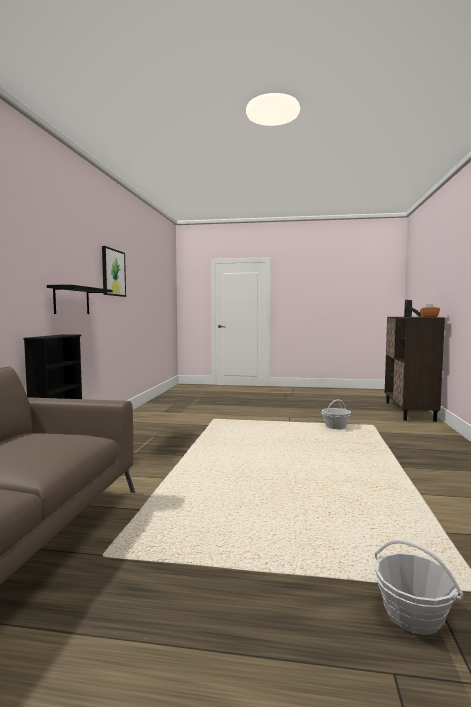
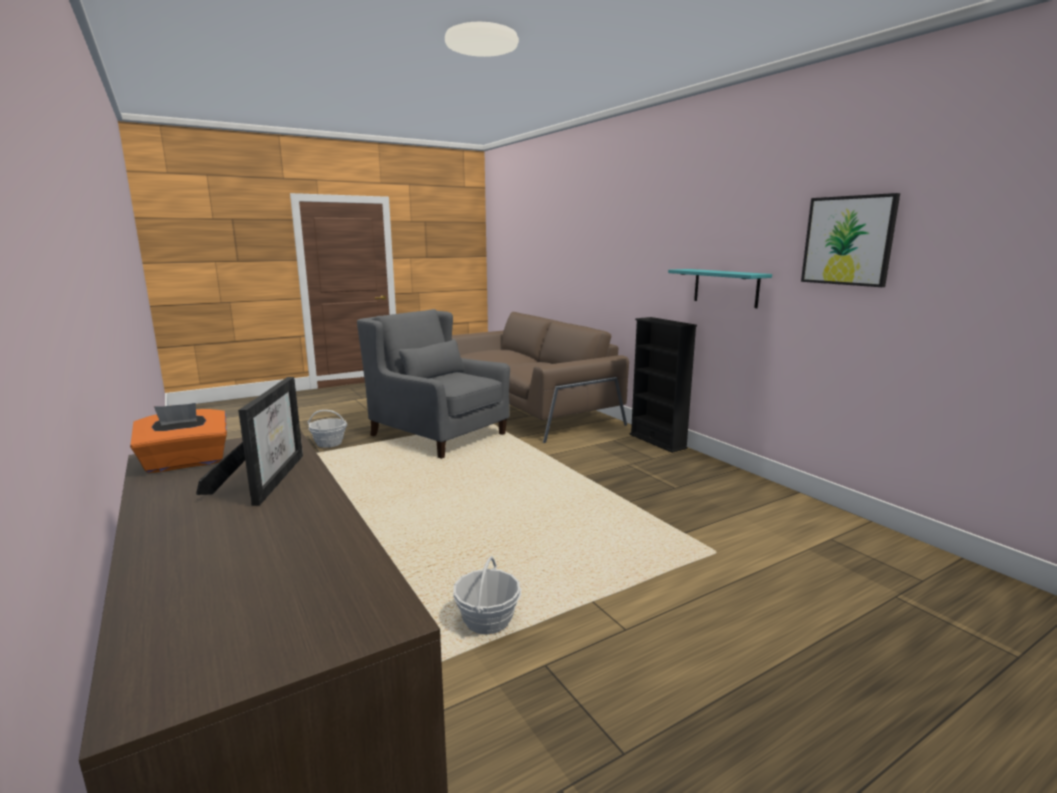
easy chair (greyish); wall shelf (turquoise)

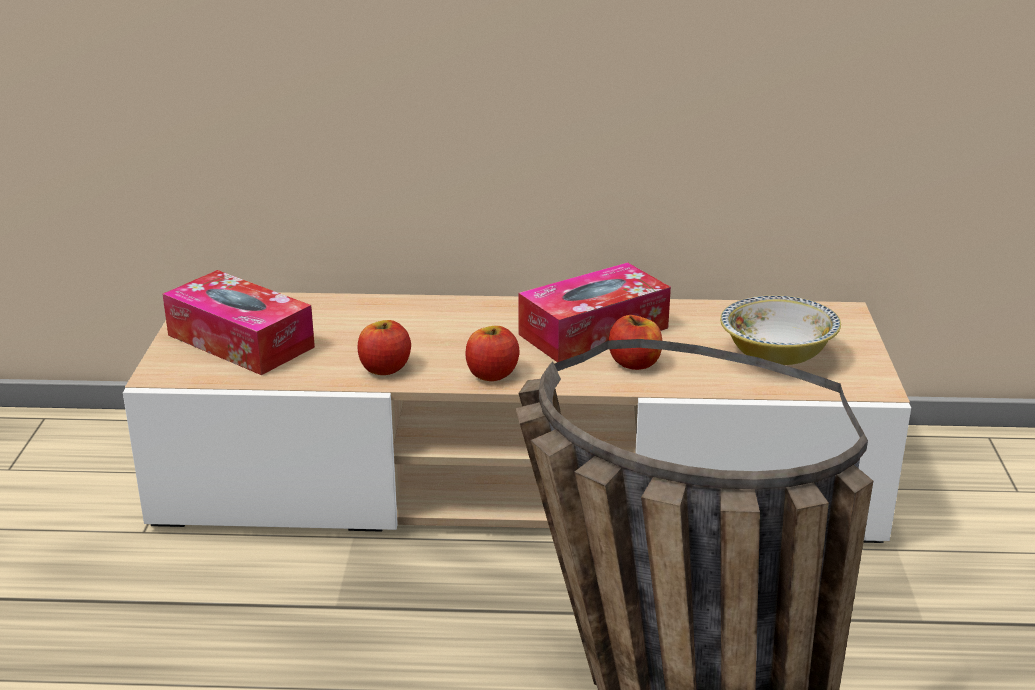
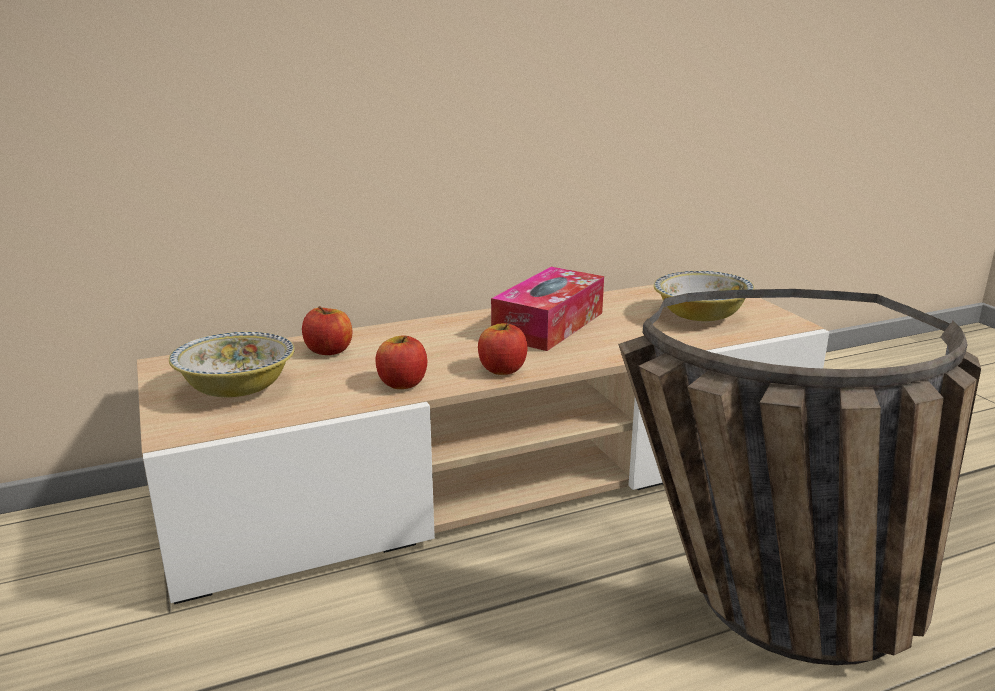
apple fruit (no. 1 from left); bowl (no. 1 from left)

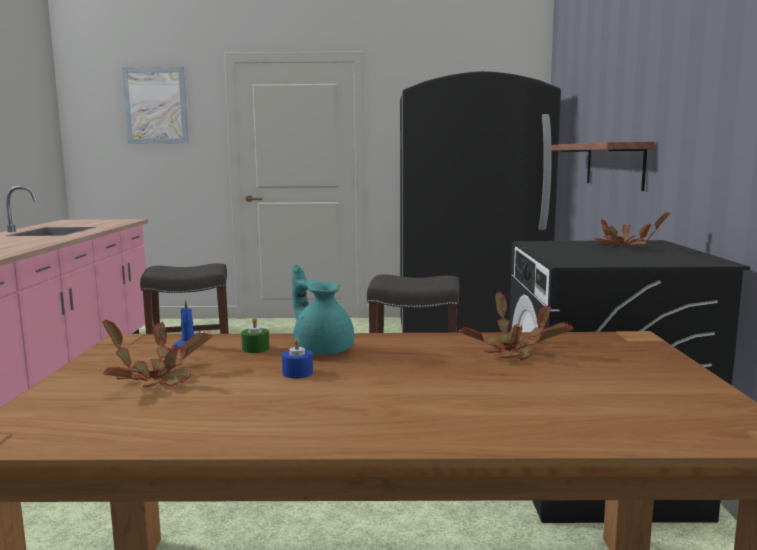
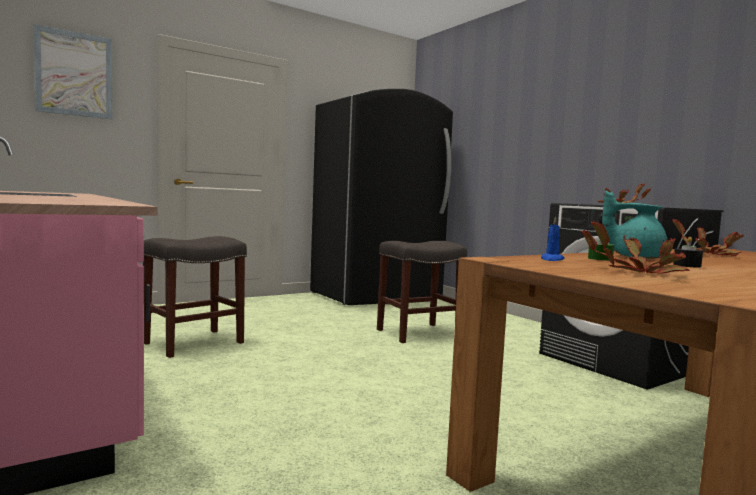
wall shelf; wax candle (blackish)

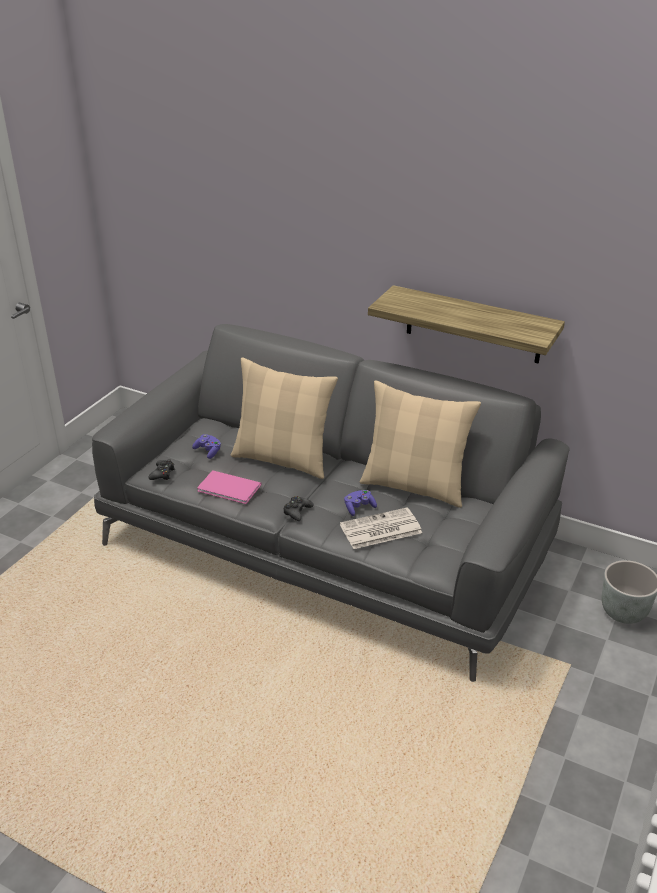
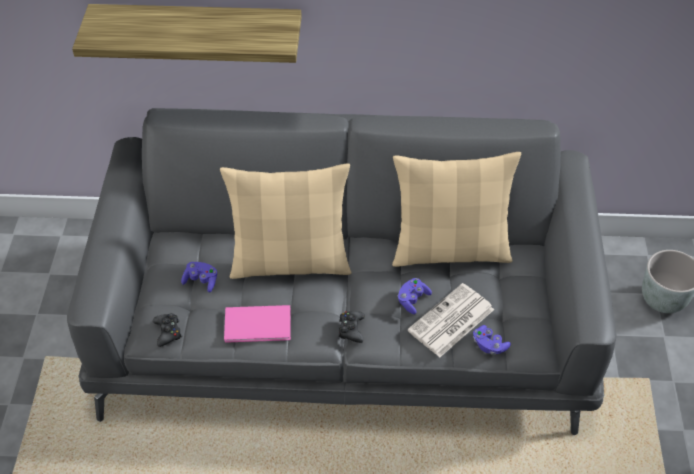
gamepad (purple) (no. 3 from left); wall shelf

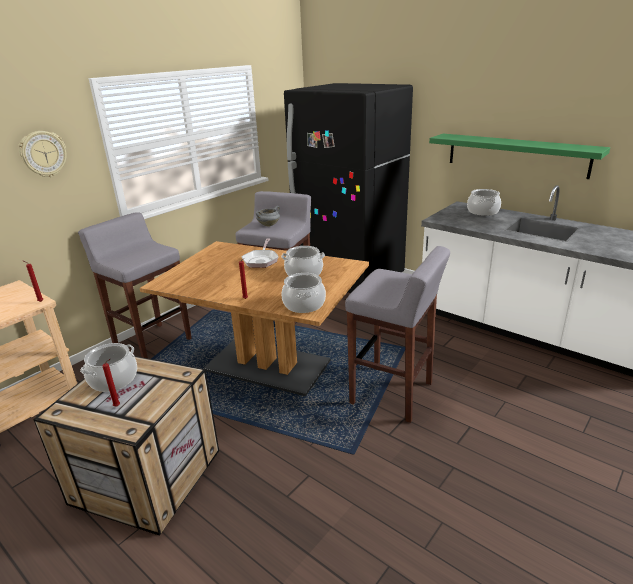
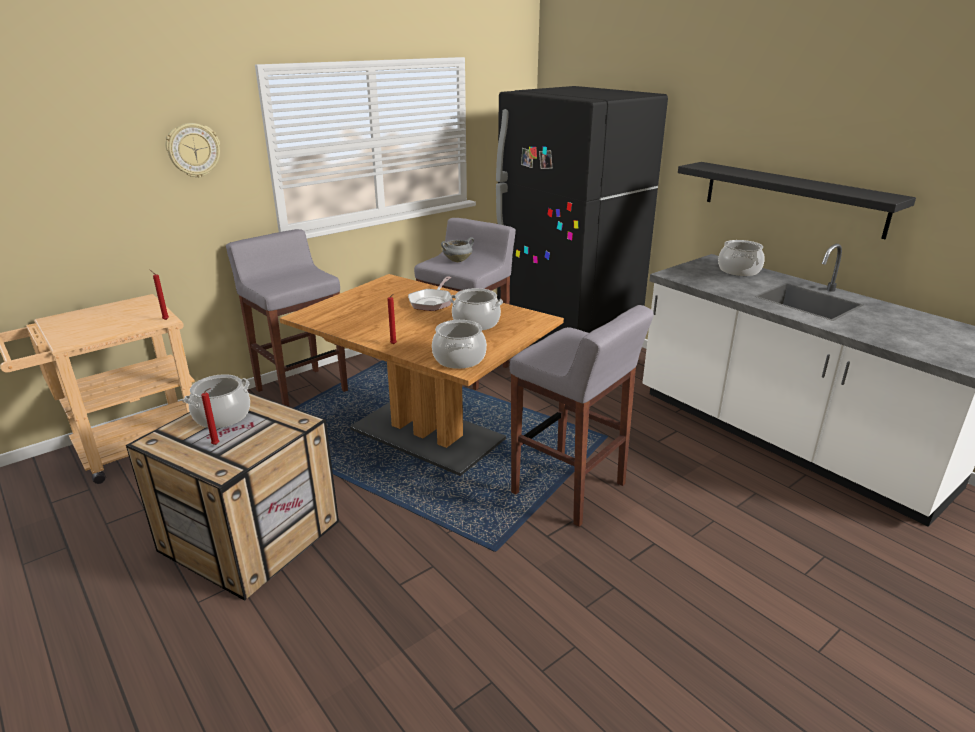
wall shelf (blackish)

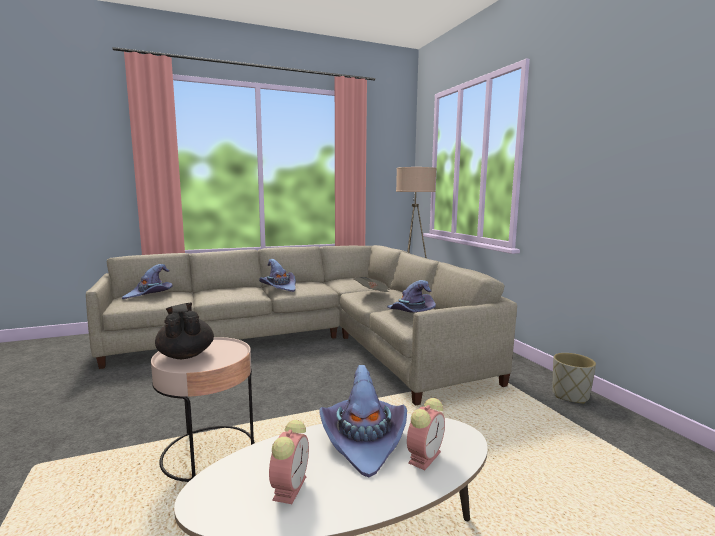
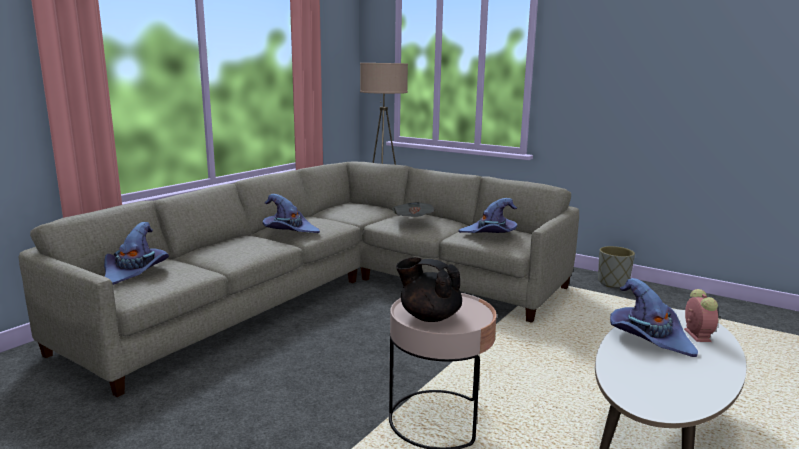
table clock (no. 1 from left in the first image)

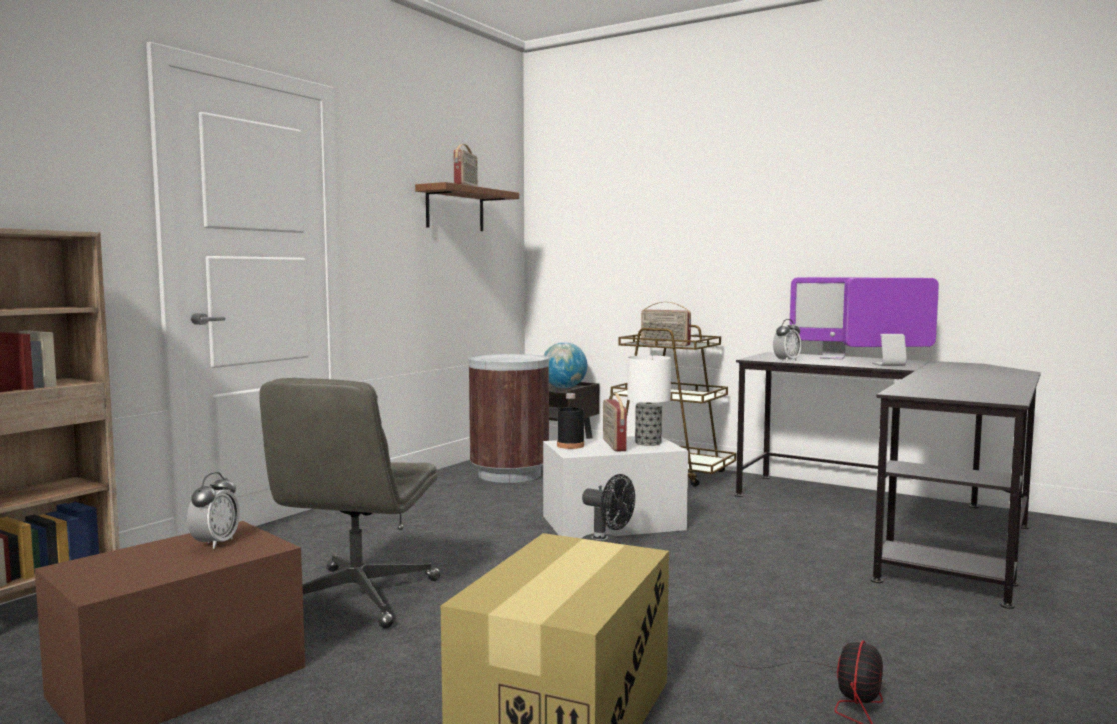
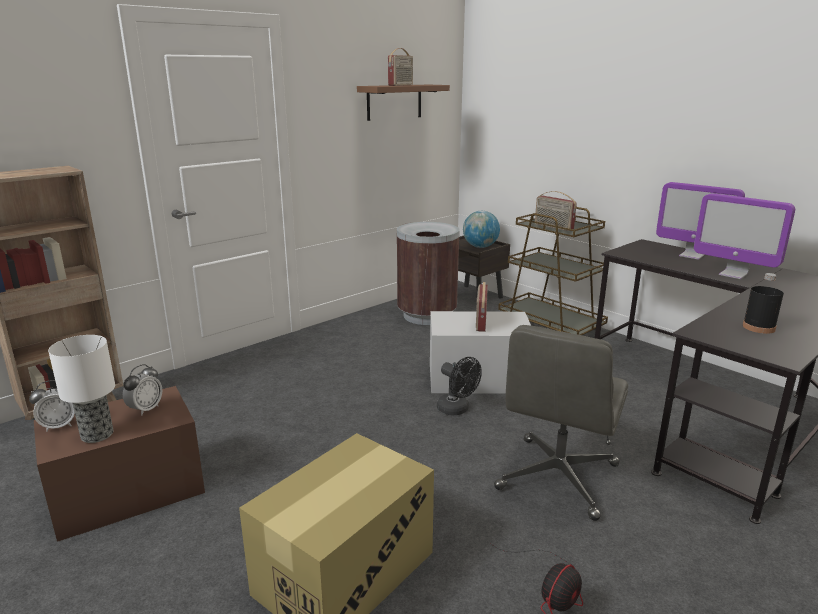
computer chair (greyish); bottle (blackish); tabletop lamp; table clock (no. 1 from left); monitor (no. 2 from left)

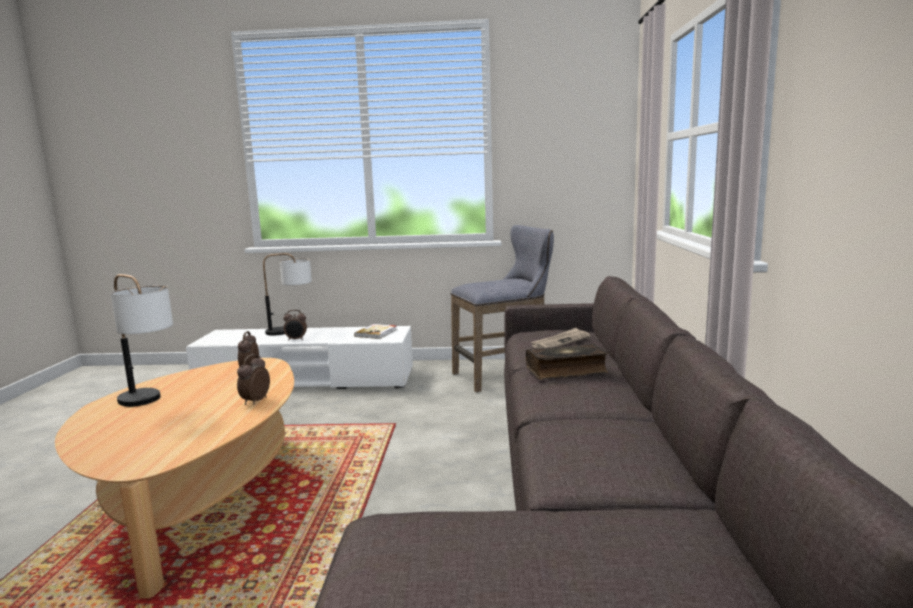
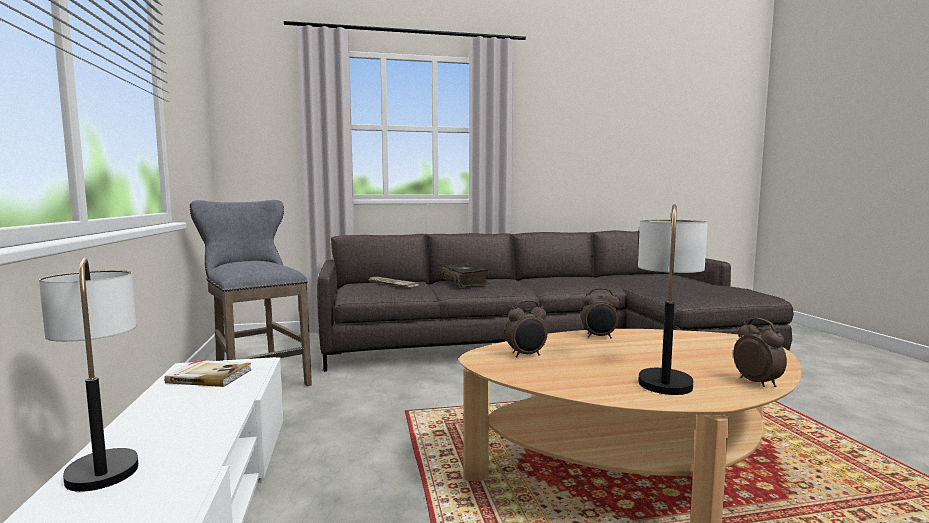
table clock (no. 3 from left)

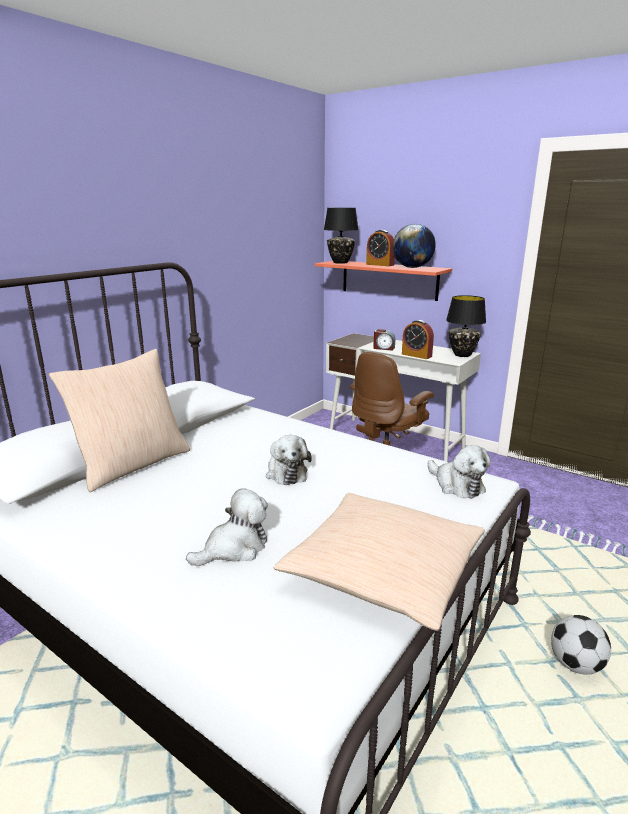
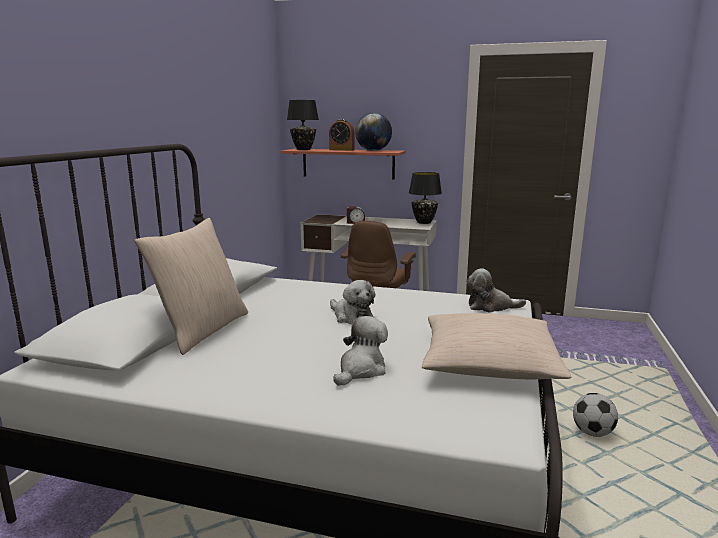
table clock (no. 3 from left in the first image); soft toy (no. 3 from left)

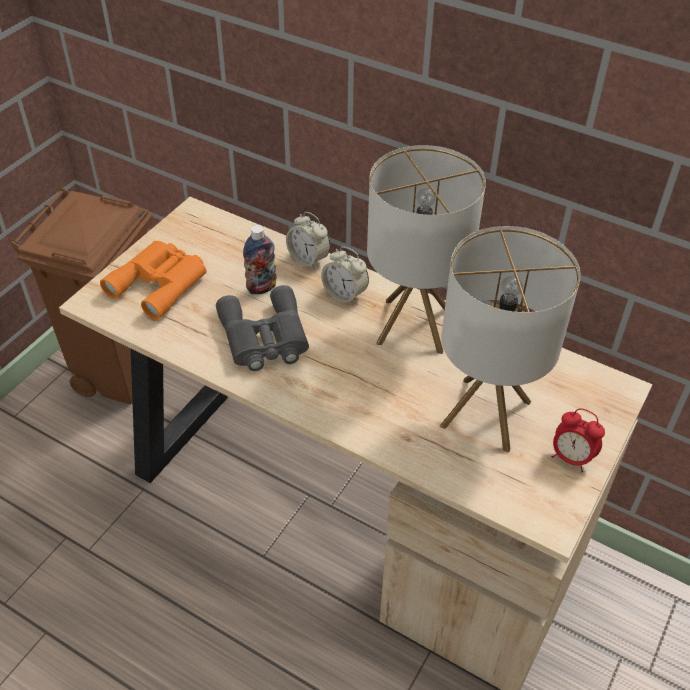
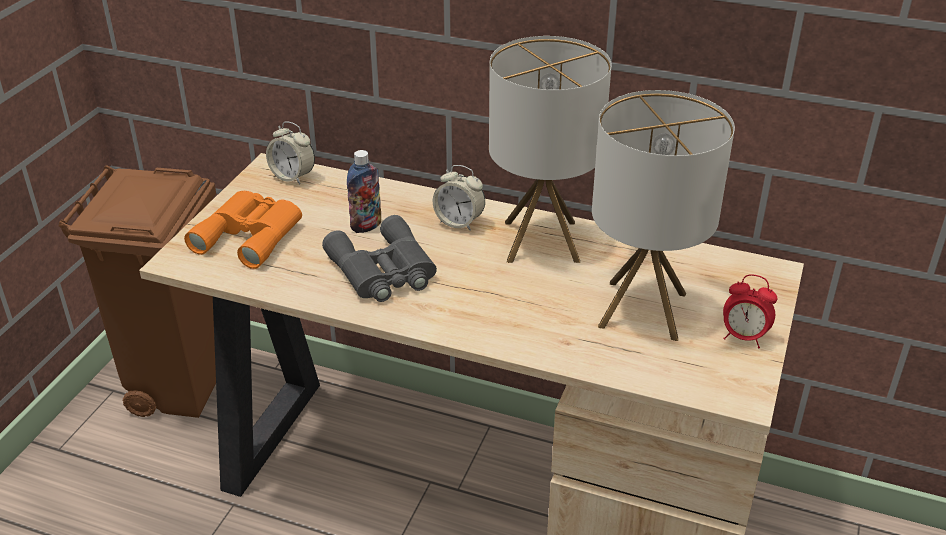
table clock (no. 1 from left)

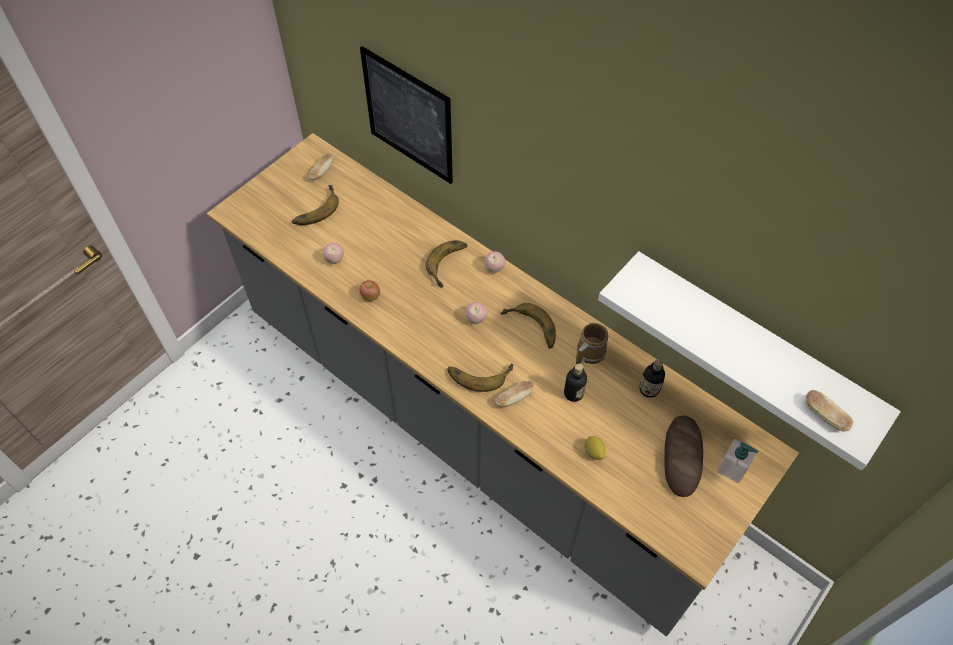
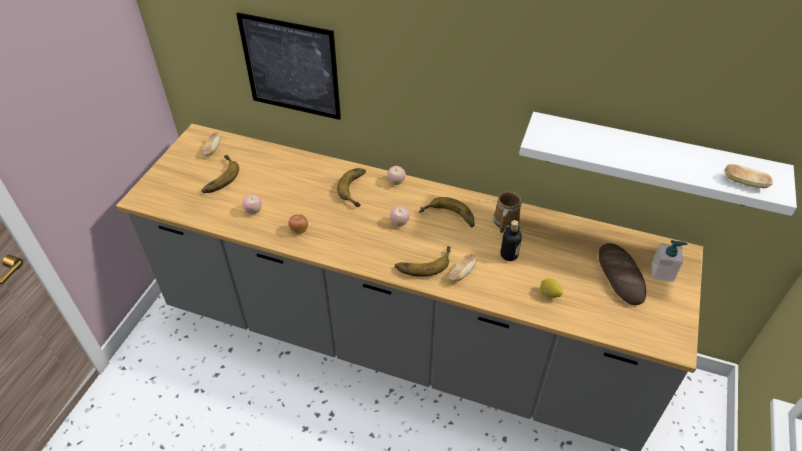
bottle (no. 2 from left in the first image)

